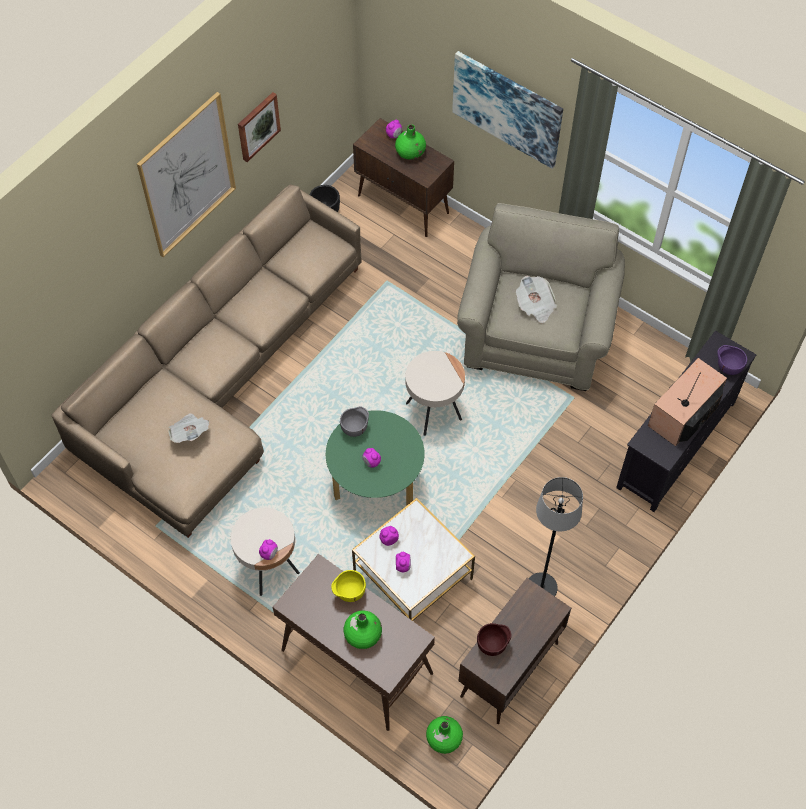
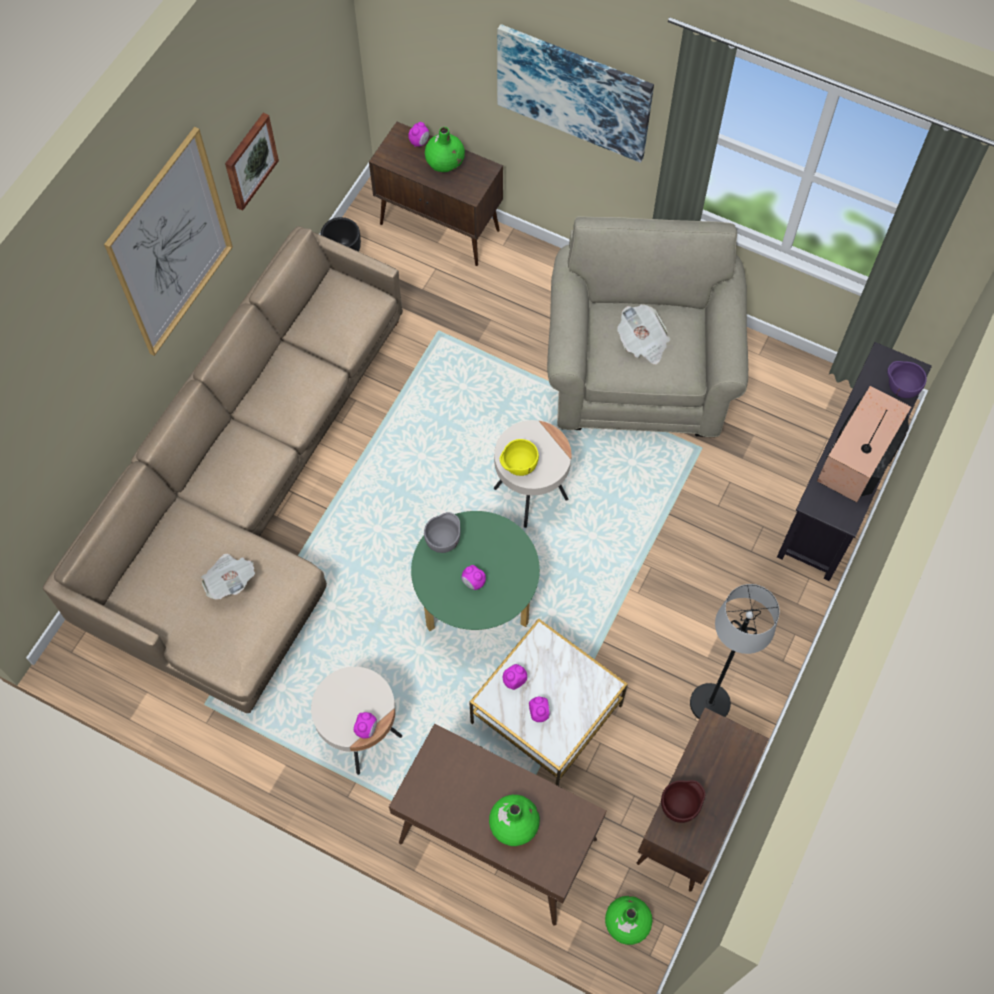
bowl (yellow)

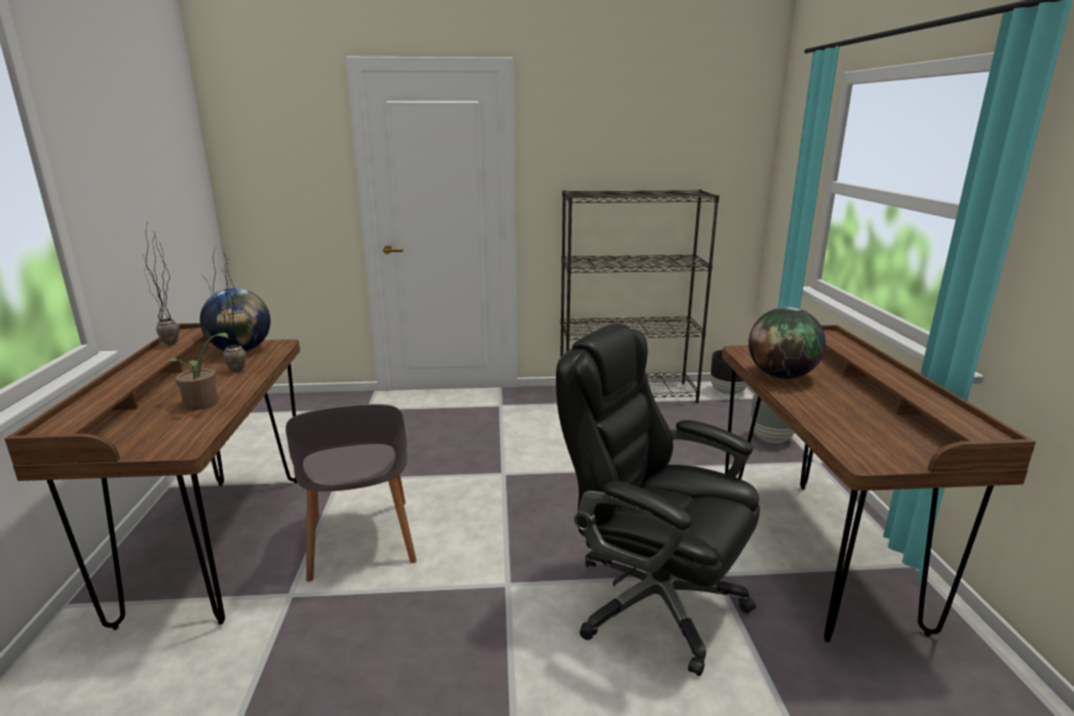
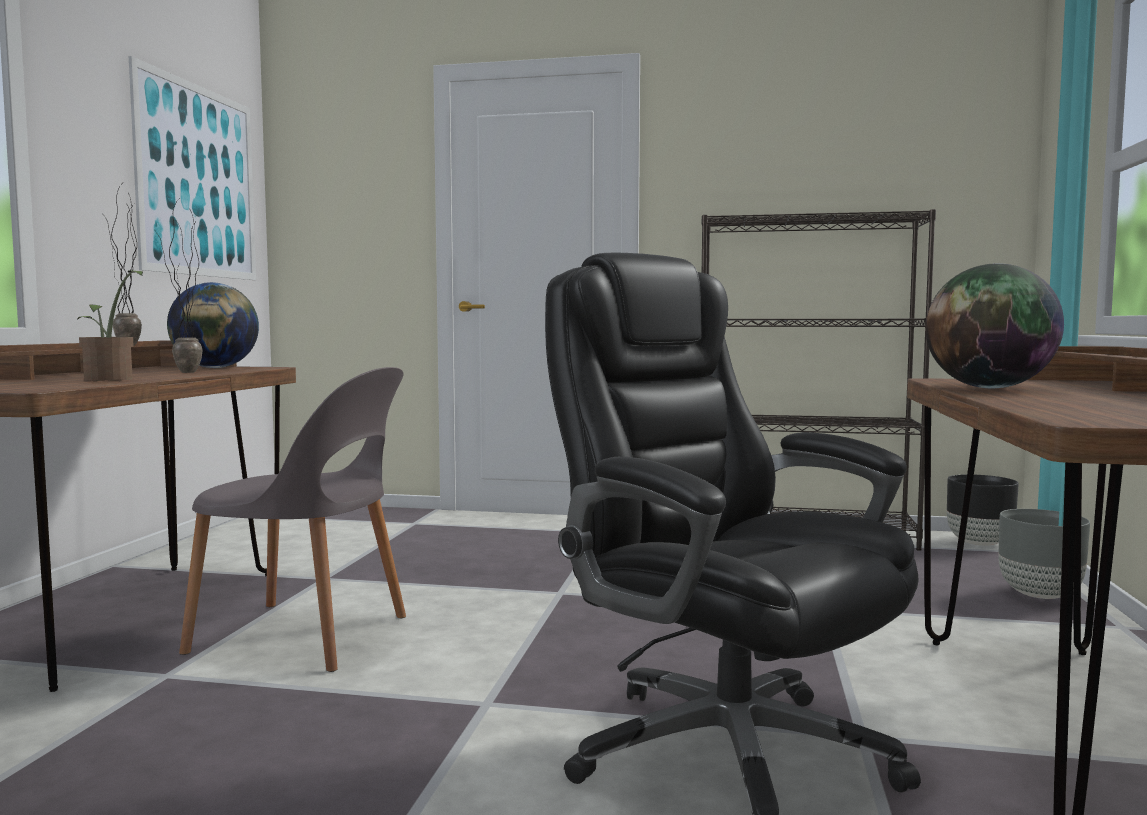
wall picture; plain chair (greyish)

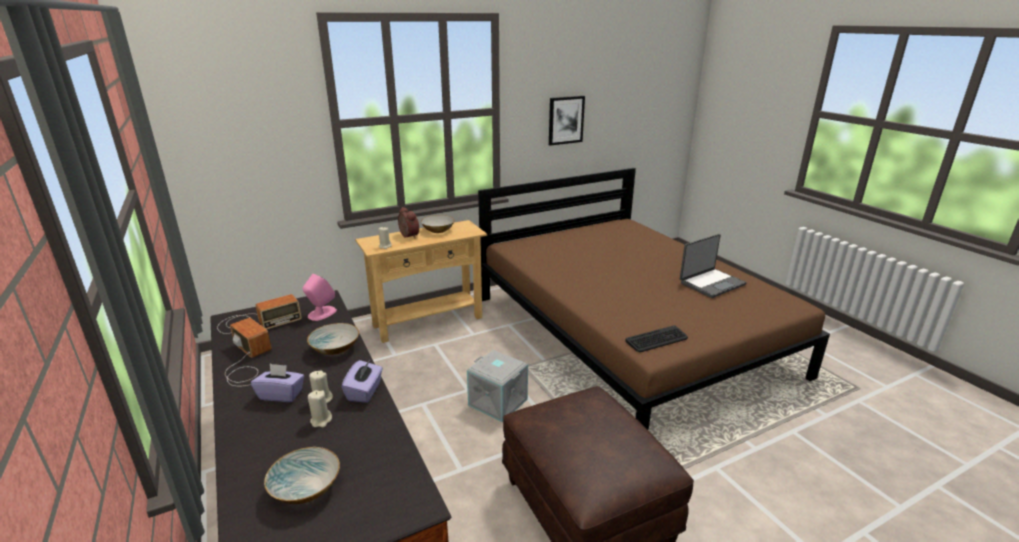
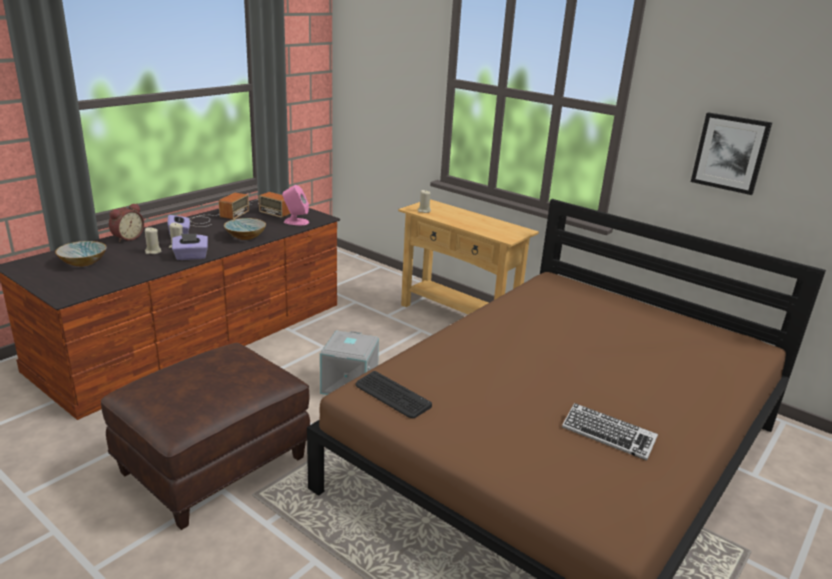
bowl (no. 3 from left in the first image); table clock; computer keyboard (no. 2 from left)

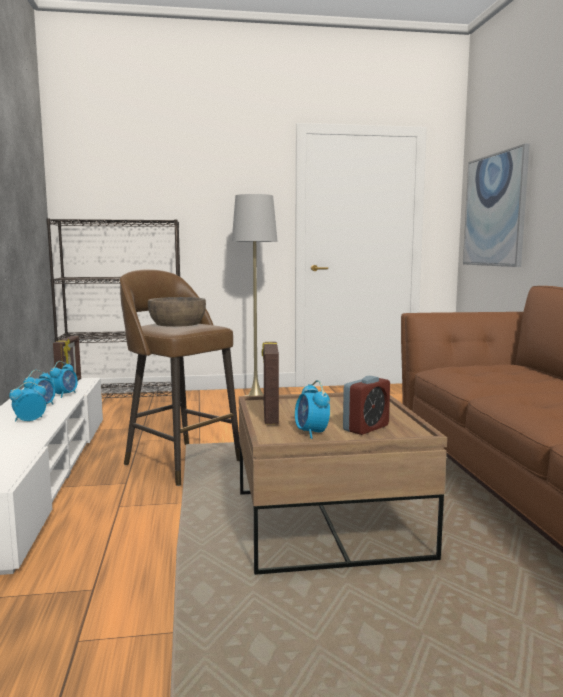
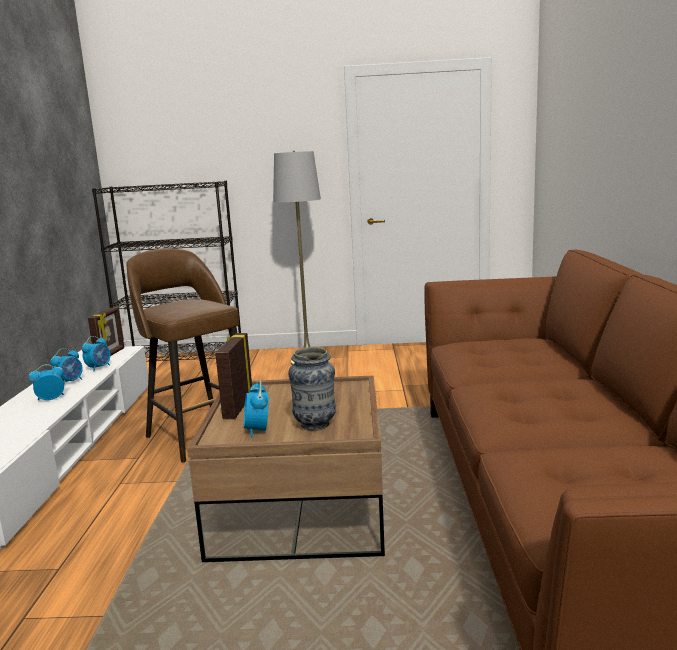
bowl (brown); wall picture; flower vase

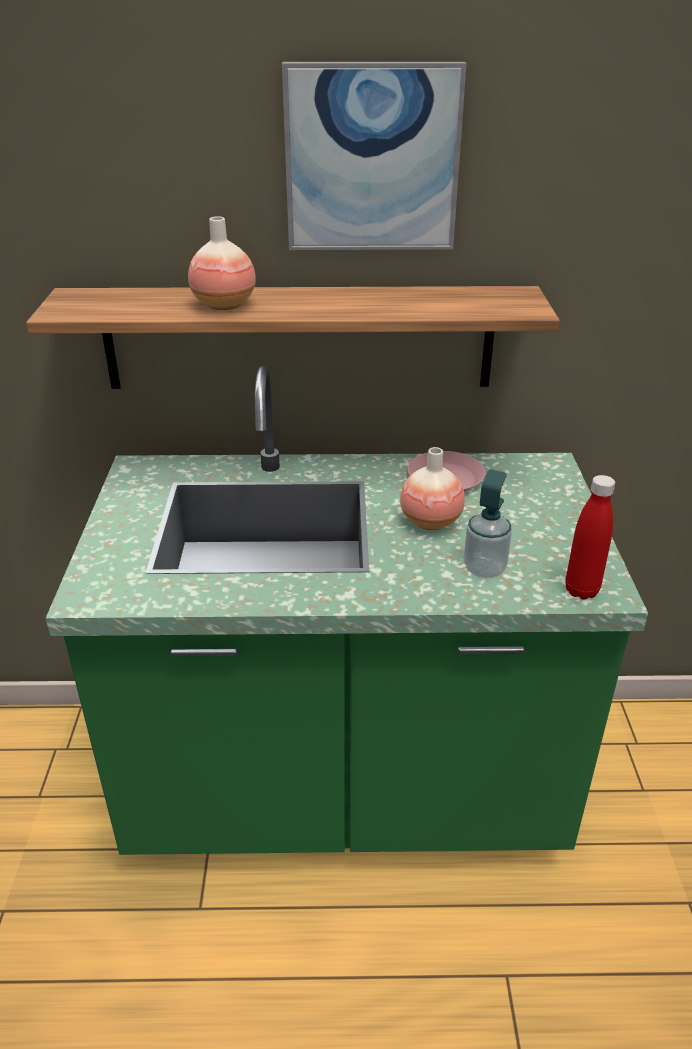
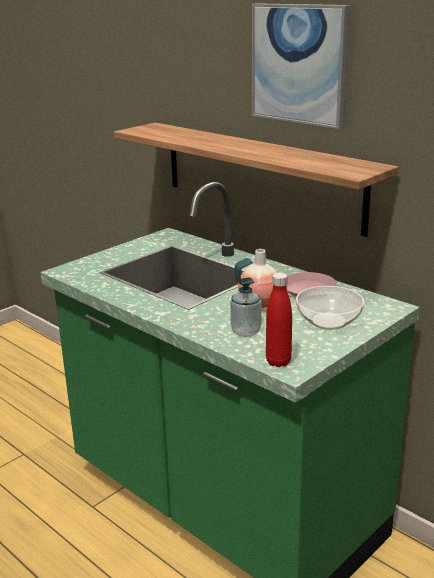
flower vase (no. 1 from left in the first image); bowl

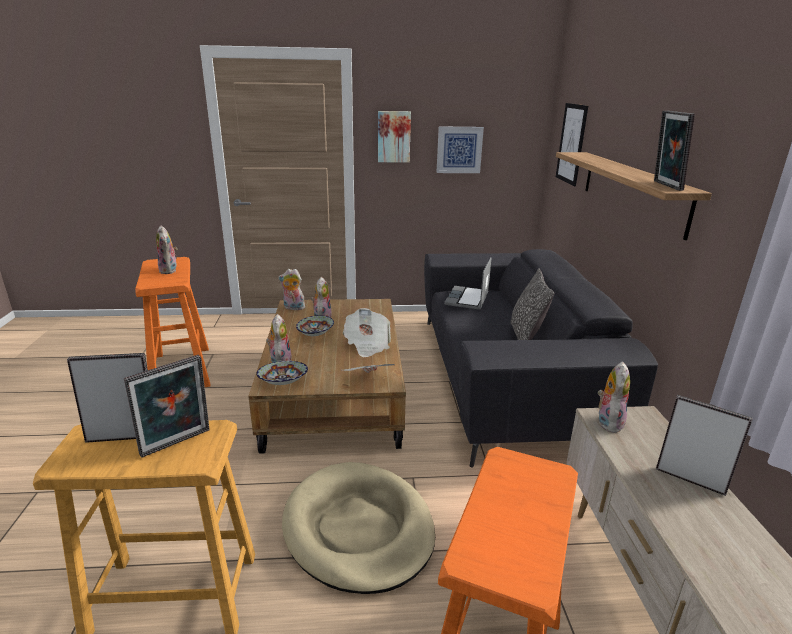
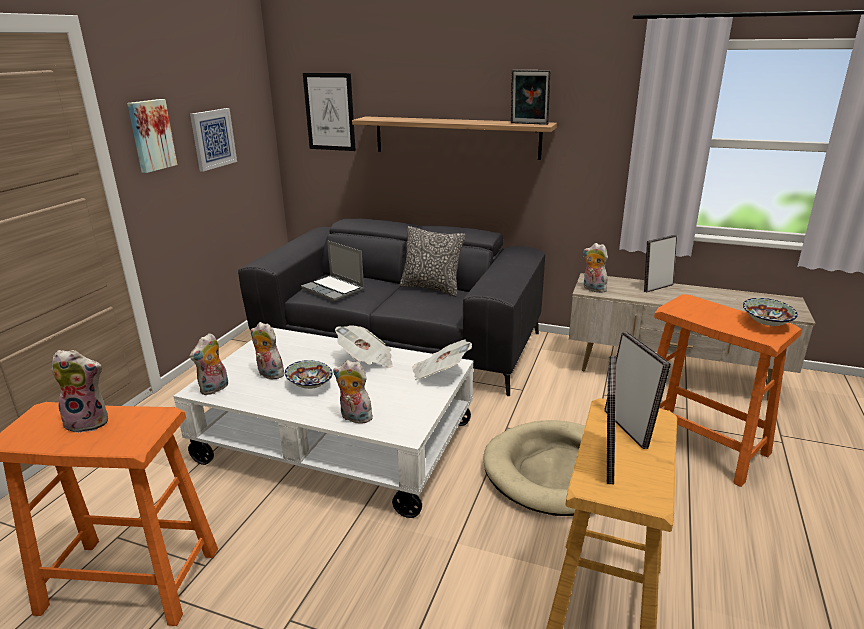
bowl (no. 2 from left); low table (whitish)

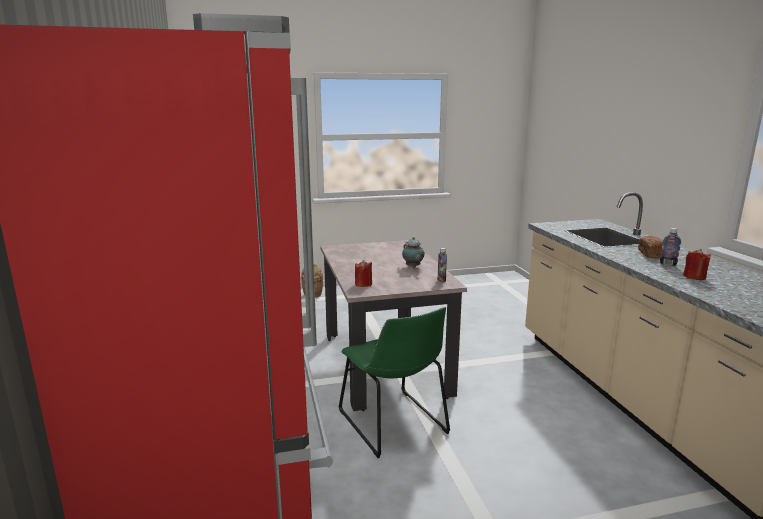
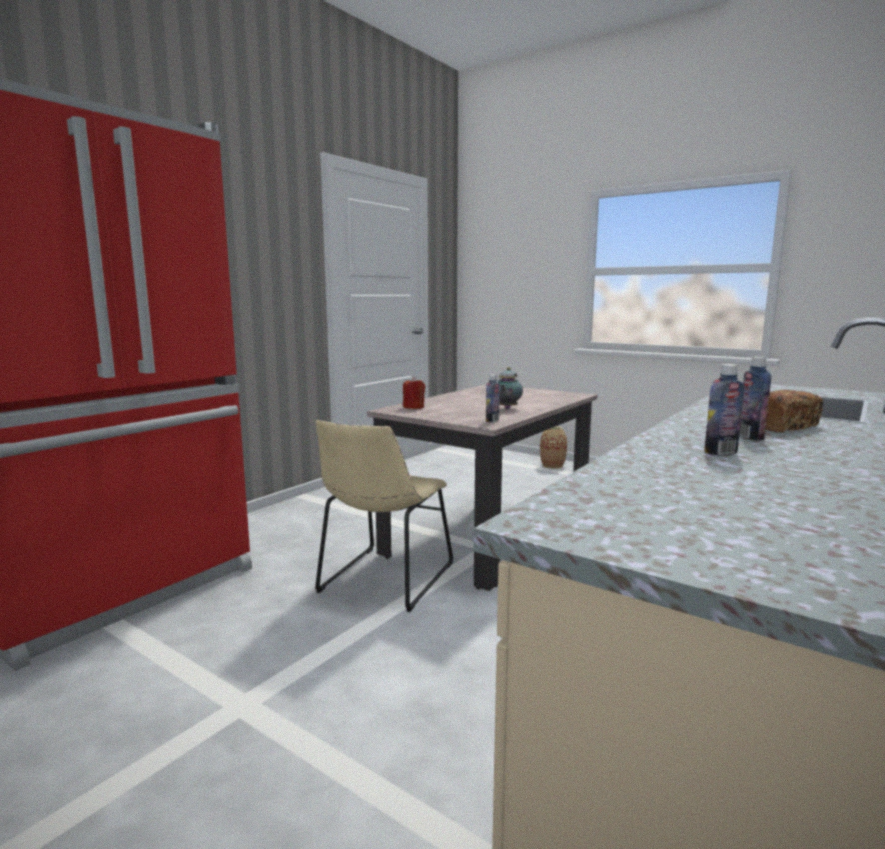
bottle (no. 2 from left); plain chair (sand-coloured)

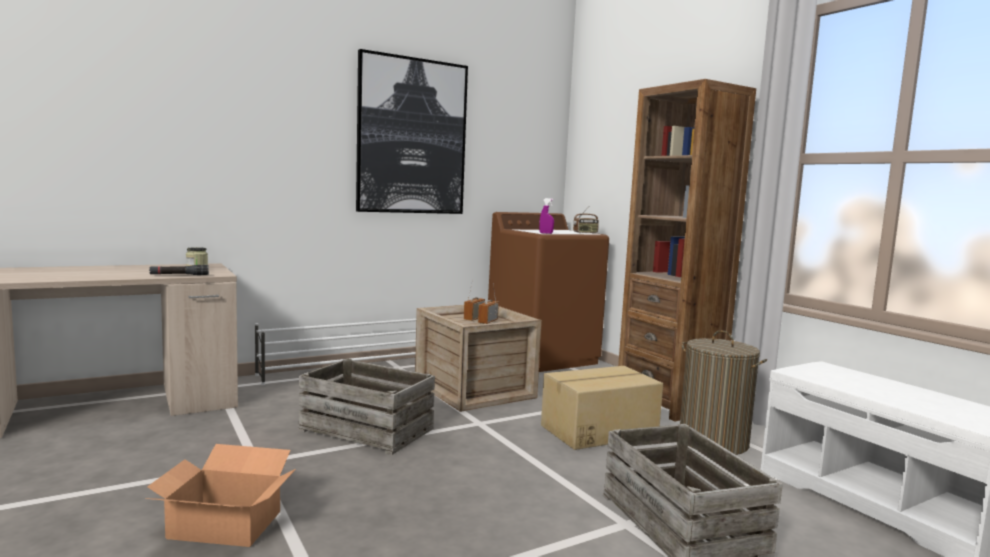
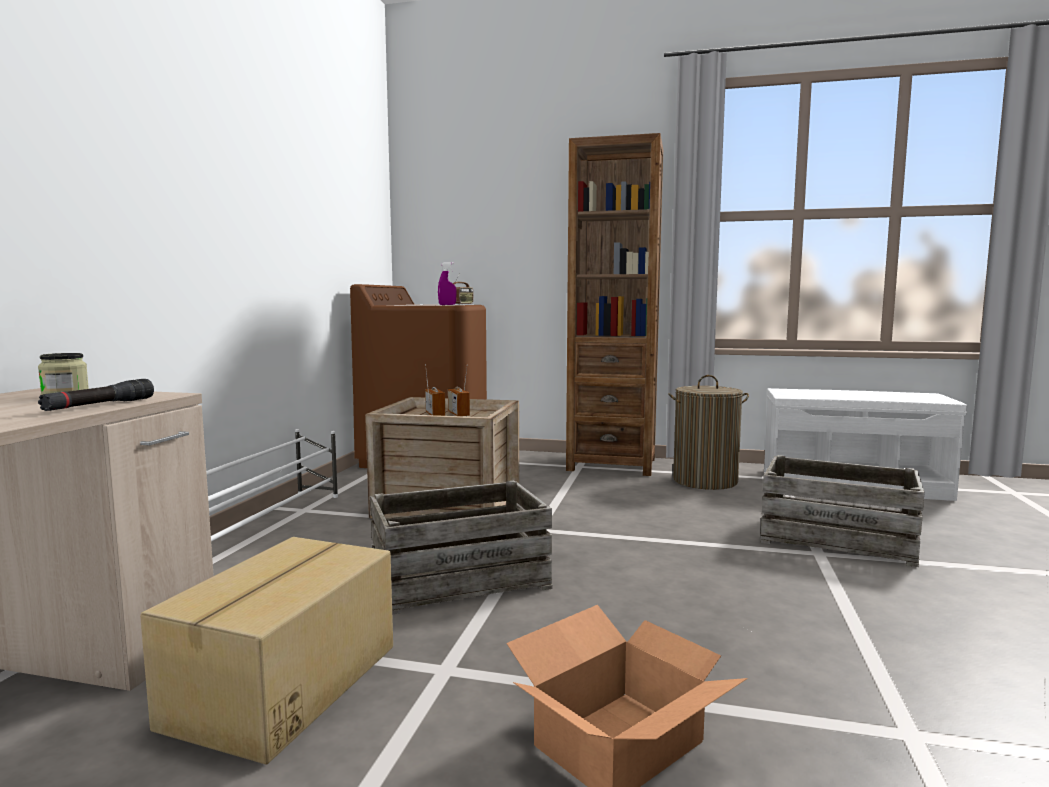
wall picture; carton (no. 1 from left)

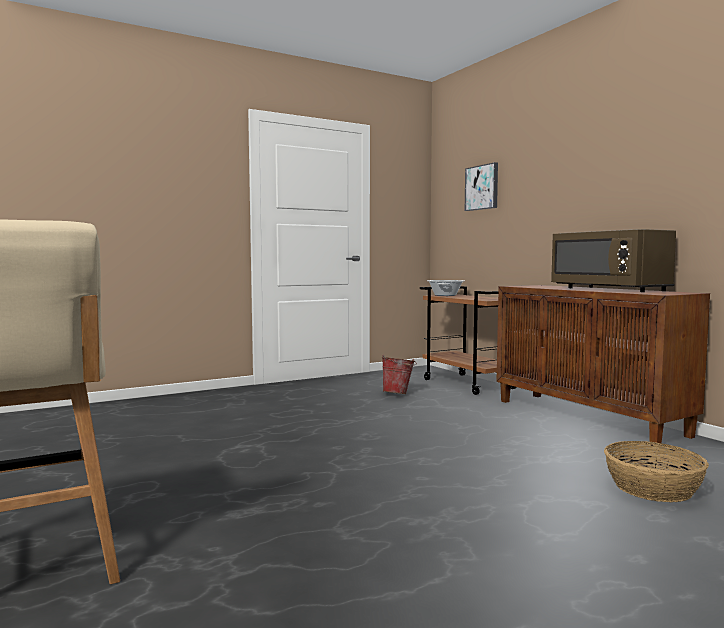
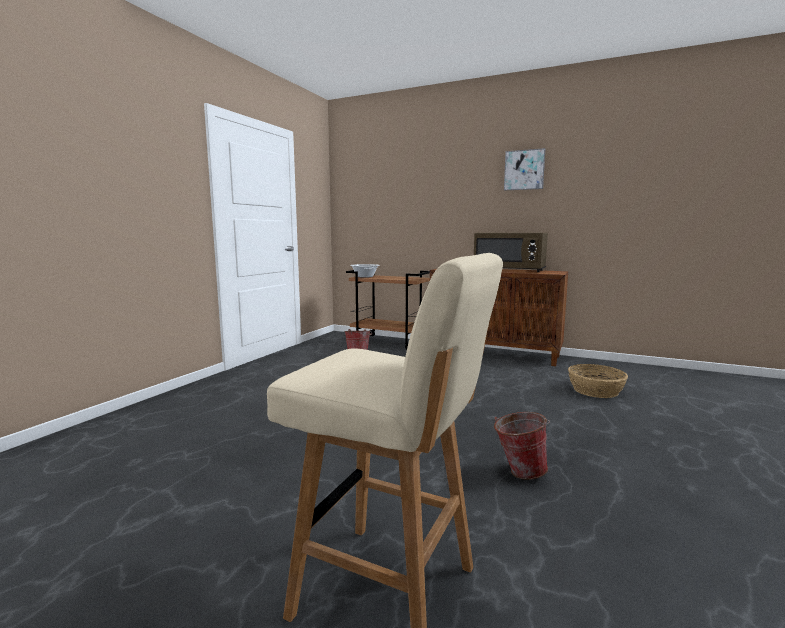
bucket (no. 2 from left); wall picture

